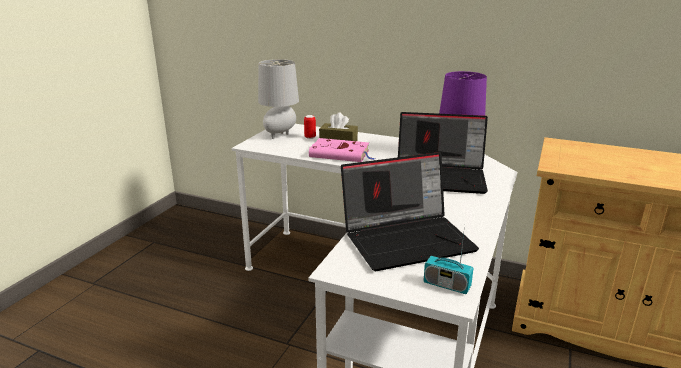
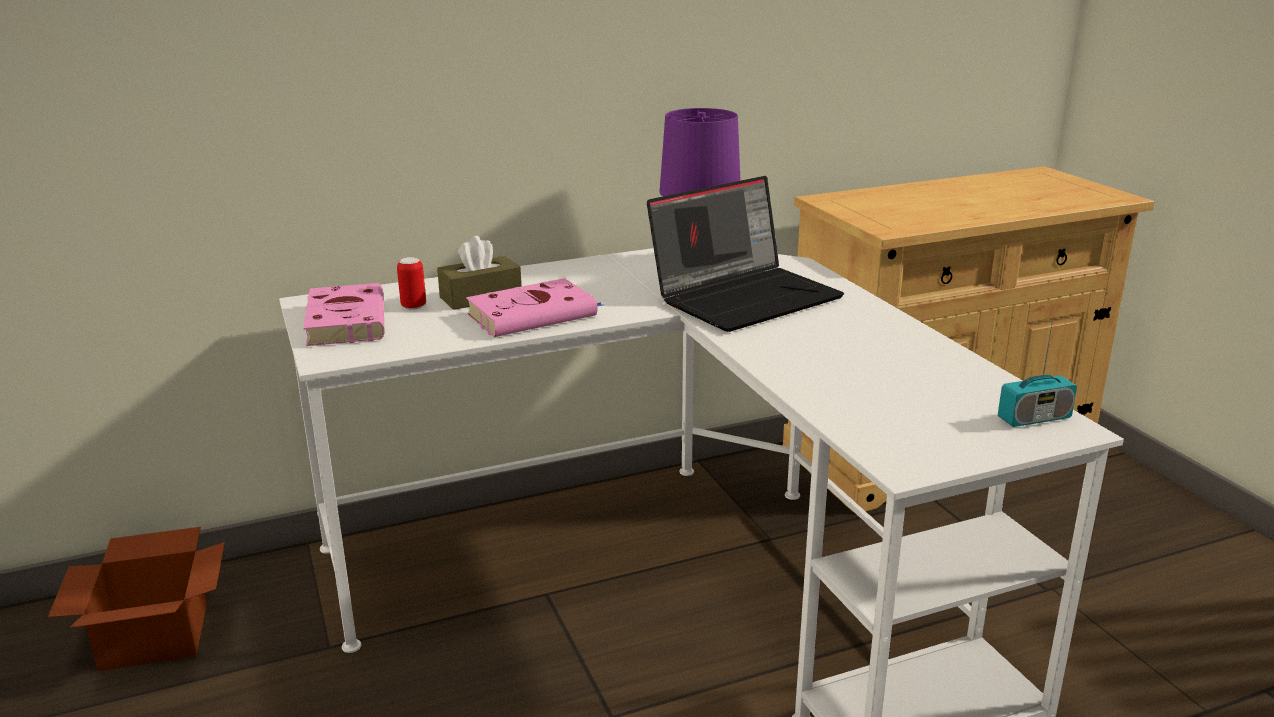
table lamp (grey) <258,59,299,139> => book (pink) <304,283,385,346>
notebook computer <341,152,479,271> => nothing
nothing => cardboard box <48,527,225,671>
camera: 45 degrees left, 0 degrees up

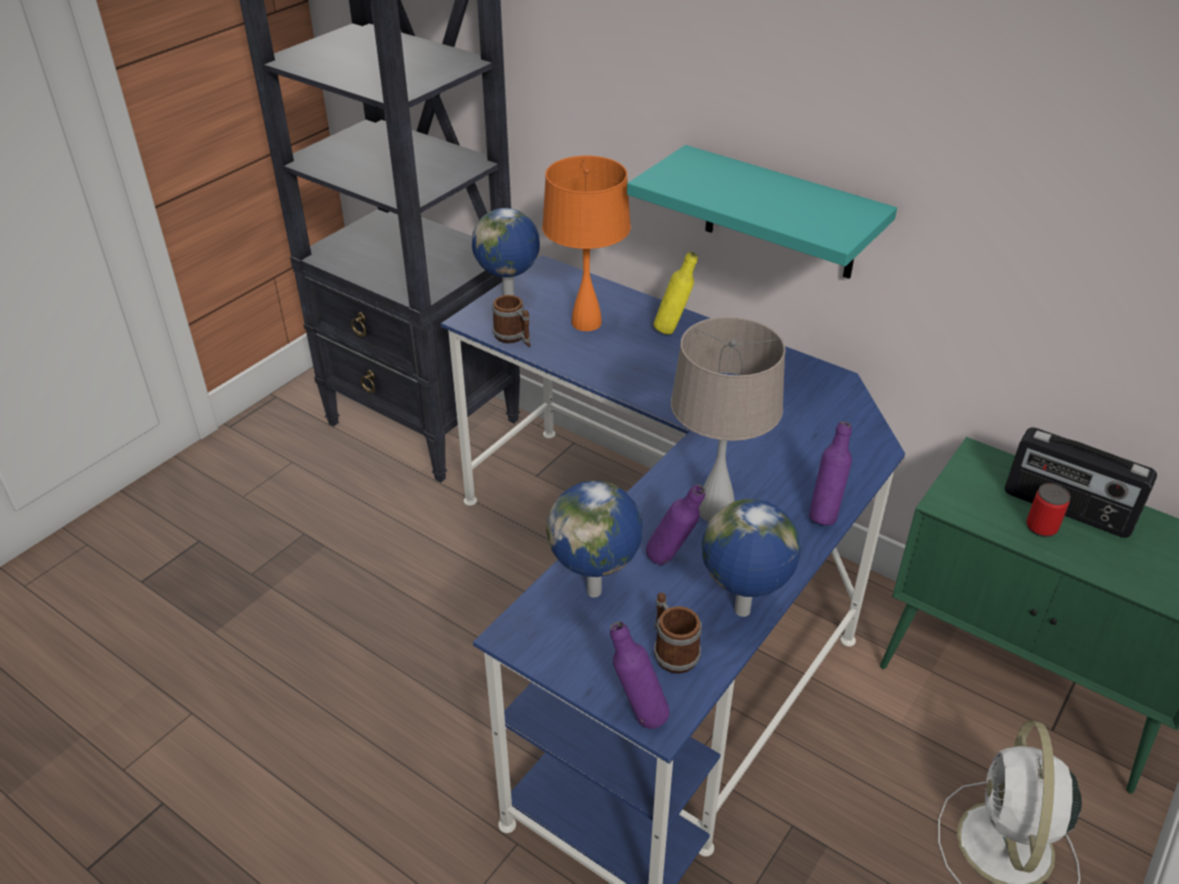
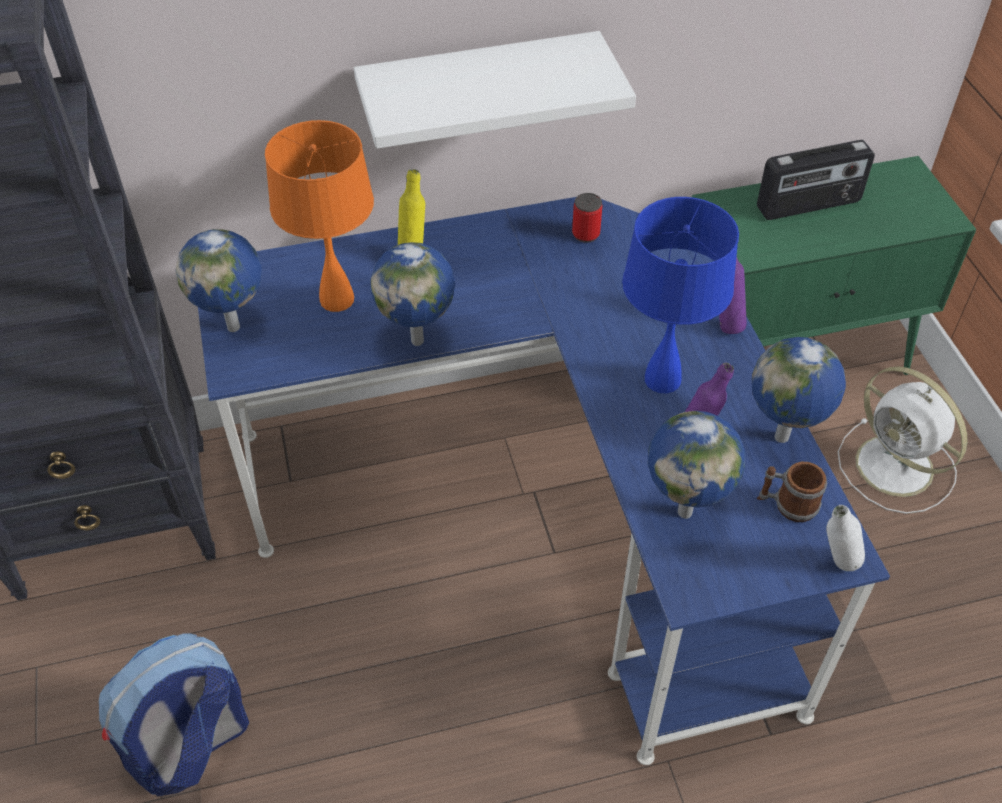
mug <492,295,531,347> => nothing
drink bottle (purple-coloured) <610,622,669,729> => drink bottle (whitish) <826,505,865,571>
shelf (turquoise-coloured) <627,145,897,279> => shelf (whitish) <354,31,636,149>
table lamp (beige) <671,317,786,522> => table lamp (blue-coloured) <622,197,739,394>
sealed can <1026,483,1070,537> => sealed can <572,193,603,243>, shifted
nothing => knapsack <99,633,249,797>
nothing => world globe <370,242,455,346>
camera: 50 degrees left, 10 degrees up

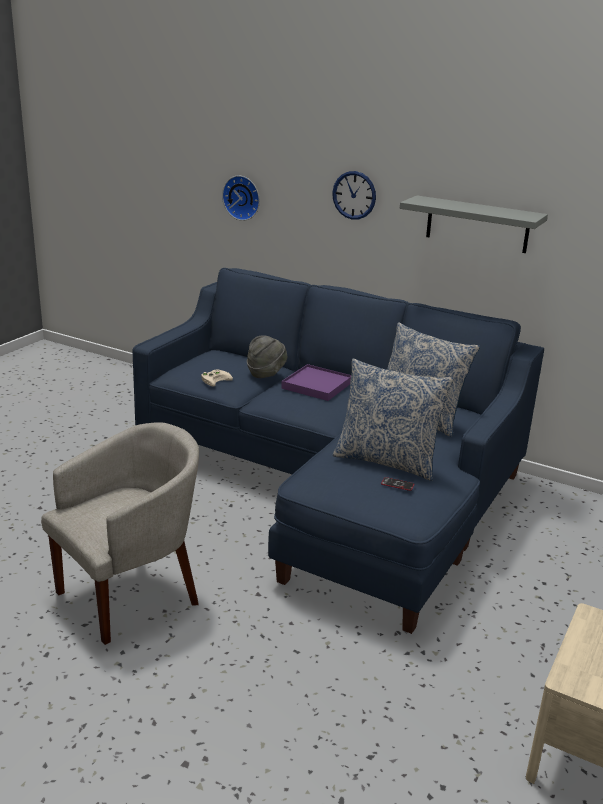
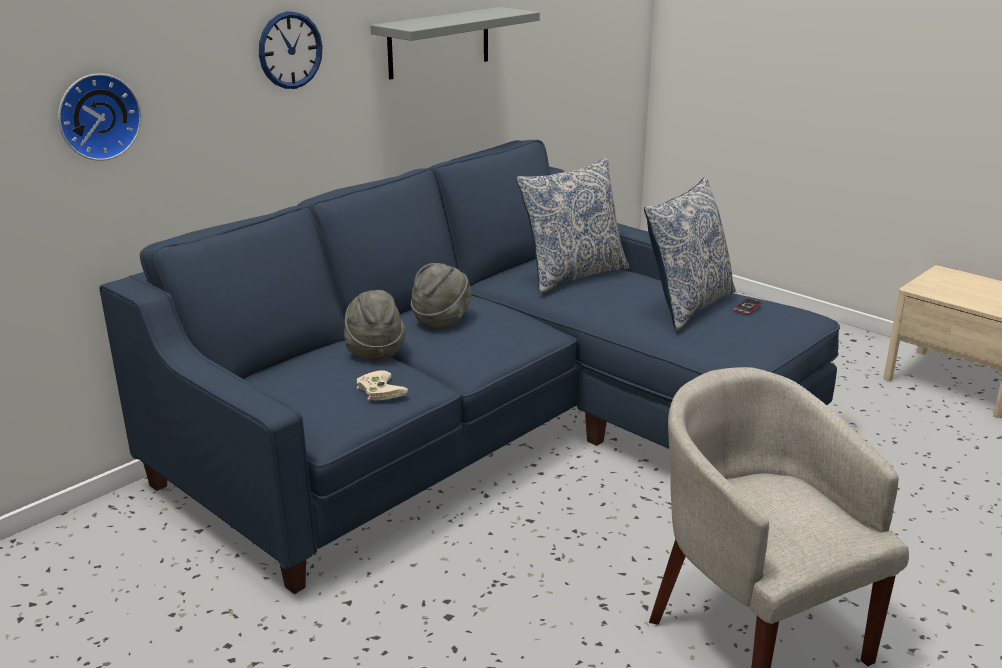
serving tray (purple-coloured) <281,364,351,401> => hat (grey) <411,263,472,329>
camera: 75 degrees left, 0 degrees up

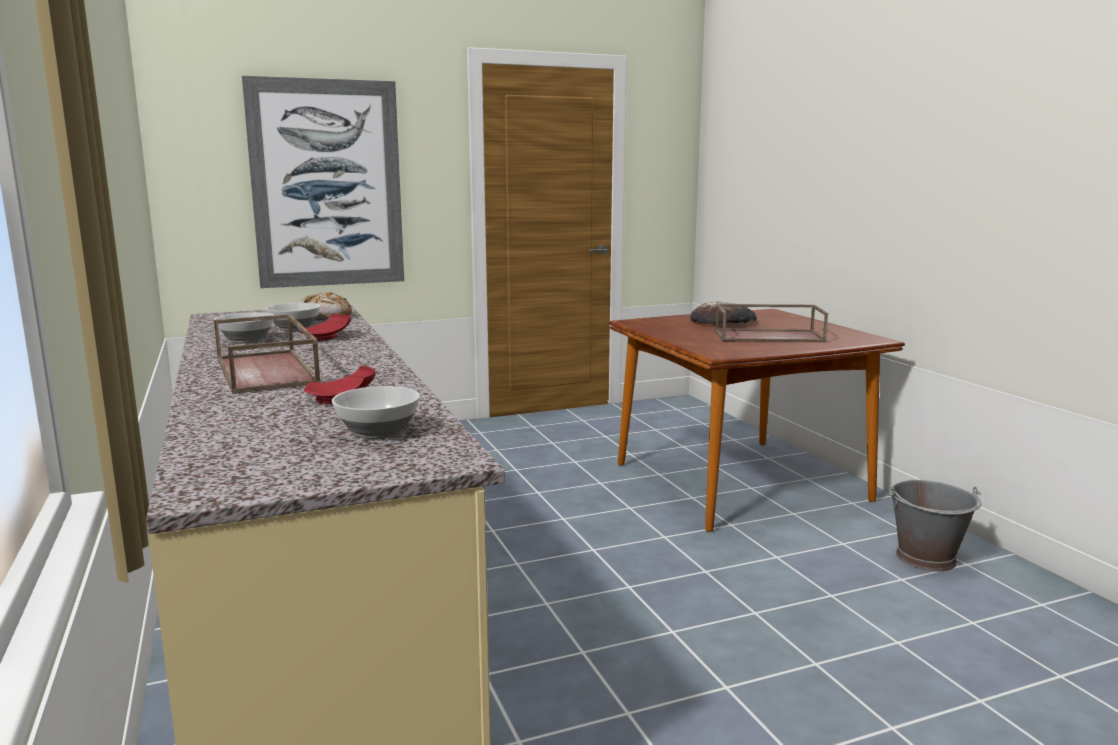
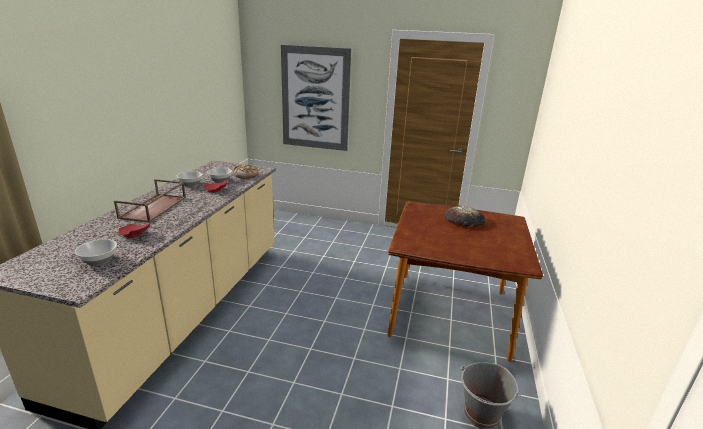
serving tray (brown) <715,304,828,342> => nothing
camera: 35 degrees right, 10 degrees up

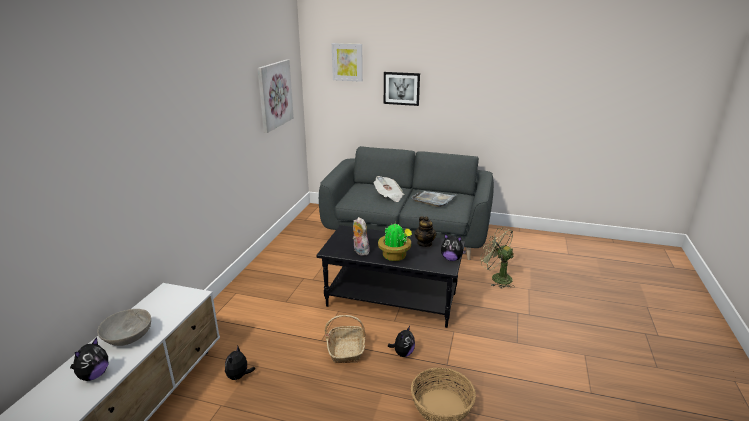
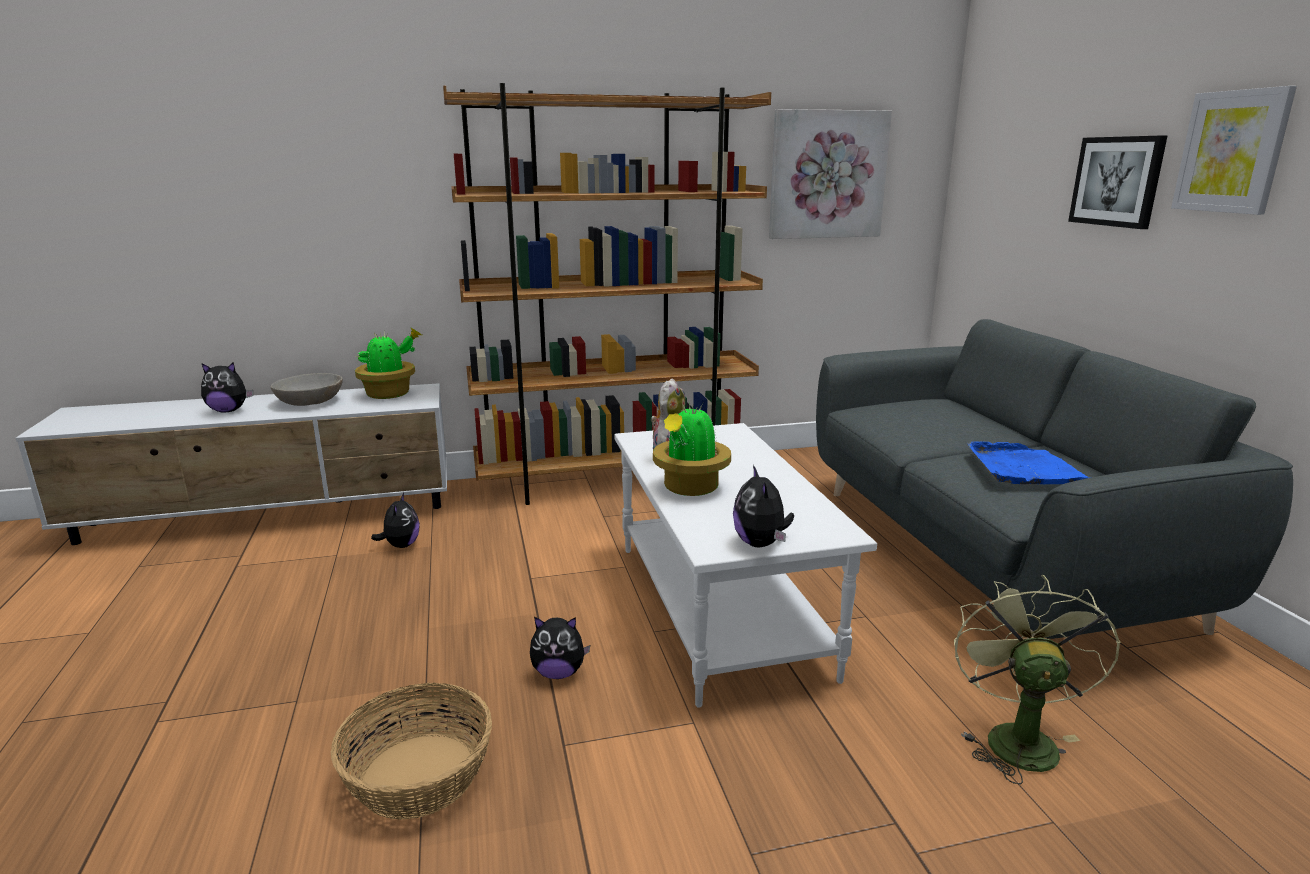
plush toy <225,346,255,380> => plush toy <371,493,420,548>, 105 degrees clockwise
low table (black-coloured) <316,225,465,328> => low table (whitish) <614,423,877,708>
basket <325,315,366,363> => nothing
picture <332,43,363,82> => picture <1171,86,1297,215>, shifted
newspaper <374,176,404,202> => nothing
serving tray (grey) <411,191,456,207> => serving tray (blue-coloured) <968,441,1092,484>
tea pot <414,216,437,247> => nothing
nothing => plant in a pot <355,328,422,399>
nothing => bookcase (brown) <443,83,771,505>
camera: 60 degrees right, 5 degrees down

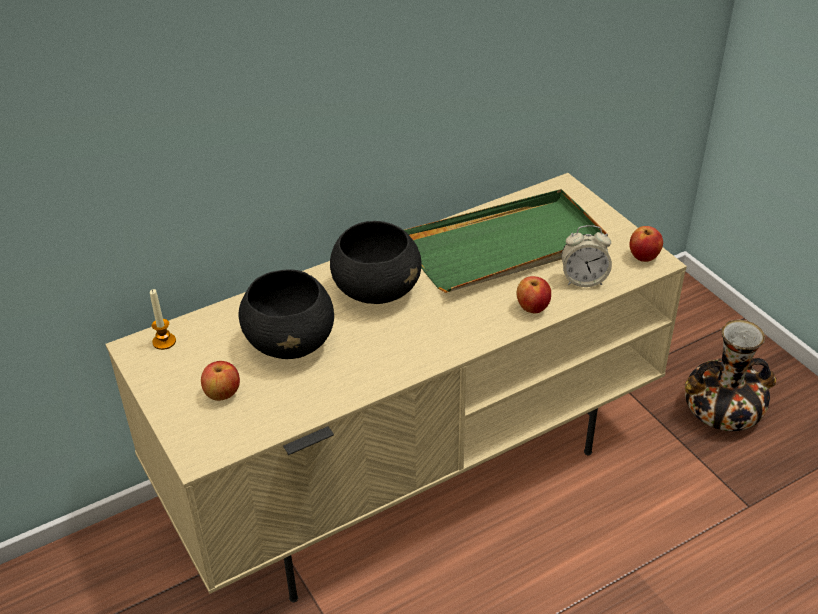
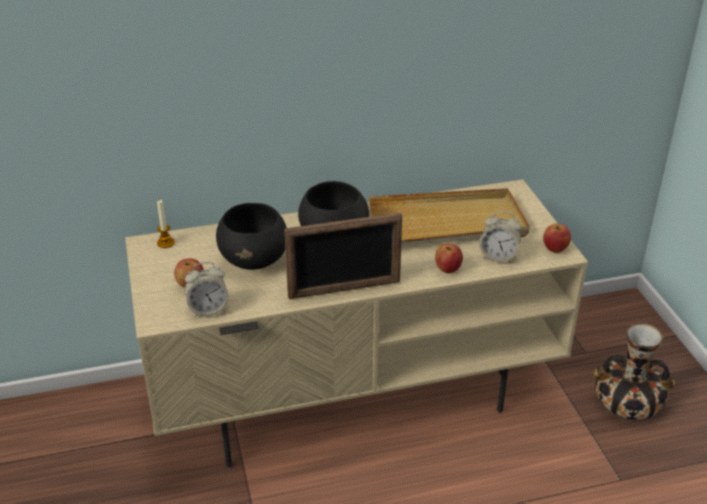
serving tray (greenish) <404,189,608,293> => serving tray (beige) <369,188,530,245>
nothing => bedside clock <185,262,229,317>
nothing => picture frame <284,212,402,299>
camera: 15 degrees right, 5 degrees down

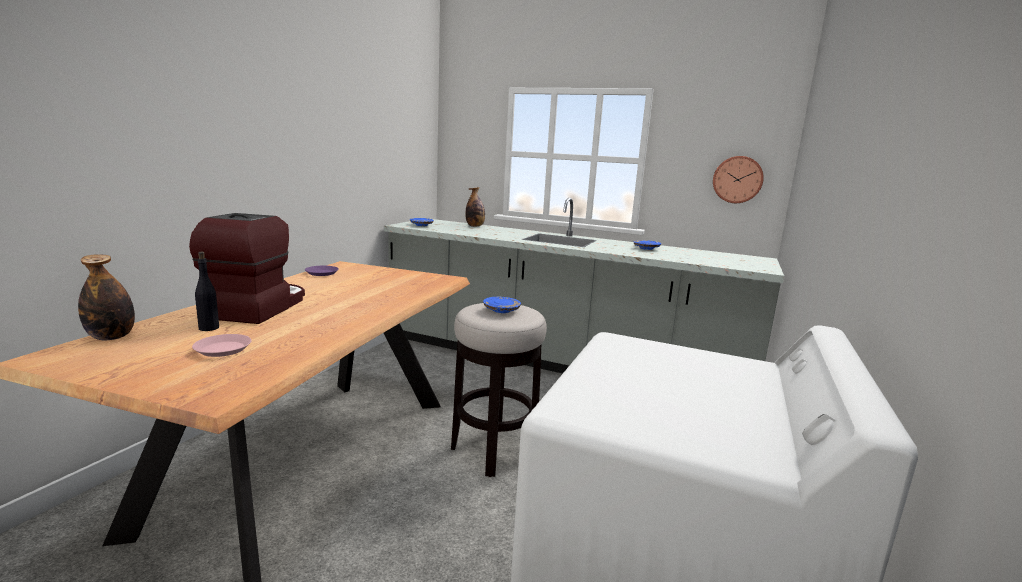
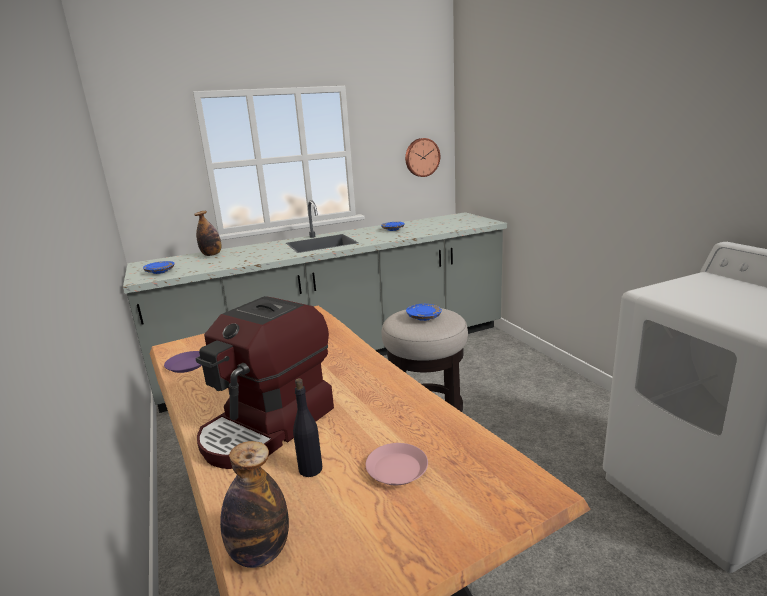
coffee machine <189,213,305,324> => coffee machine <195,296,334,469>, 105 degrees counterclockwise
camera: 45 degrees left, 5 degrees up

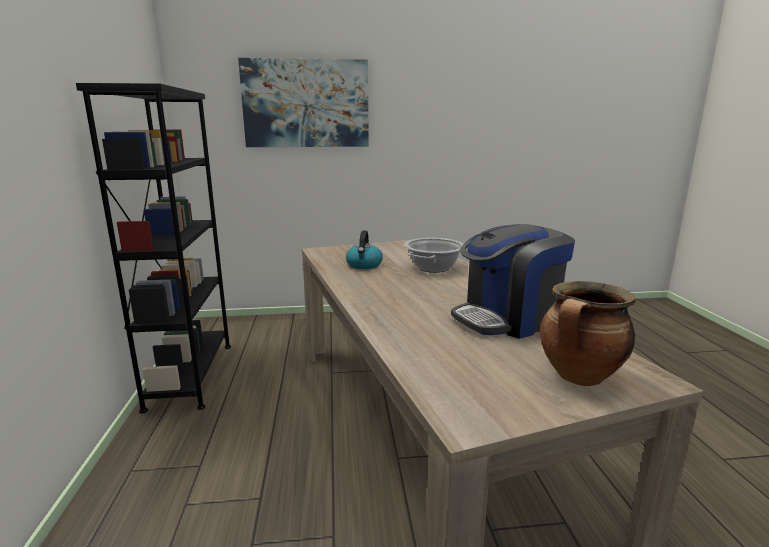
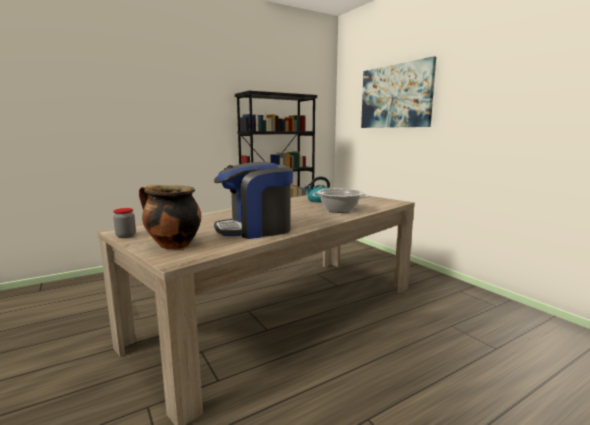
coffee machine <451,224,575,339> => coffee machine <214,162,293,239>, 60 degrees counterclockwise
nothing => preserve jar <113,208,136,238>
camera: 65 degrees right, 5 degrees down

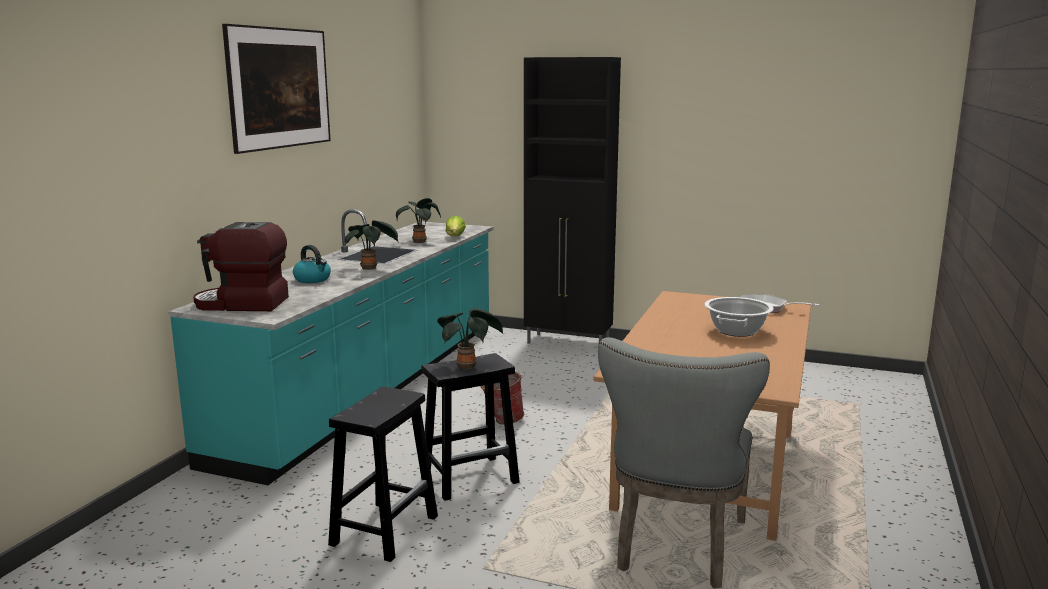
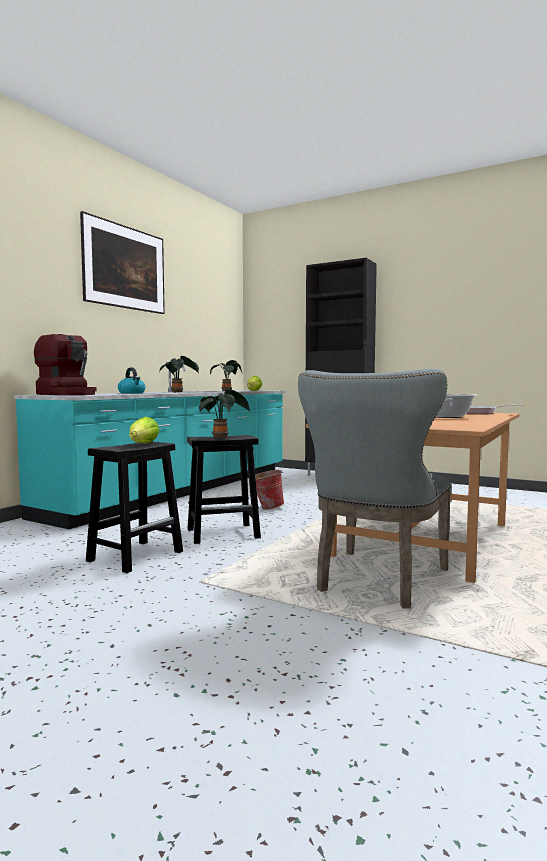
coffee machine <193,222,289,311> => coffee machine <34,334,97,395>, 150 degrees counterclockwise
nothing => head of lettuce <129,417,159,443>
camera: 10 degrees right, 10 degrees down

